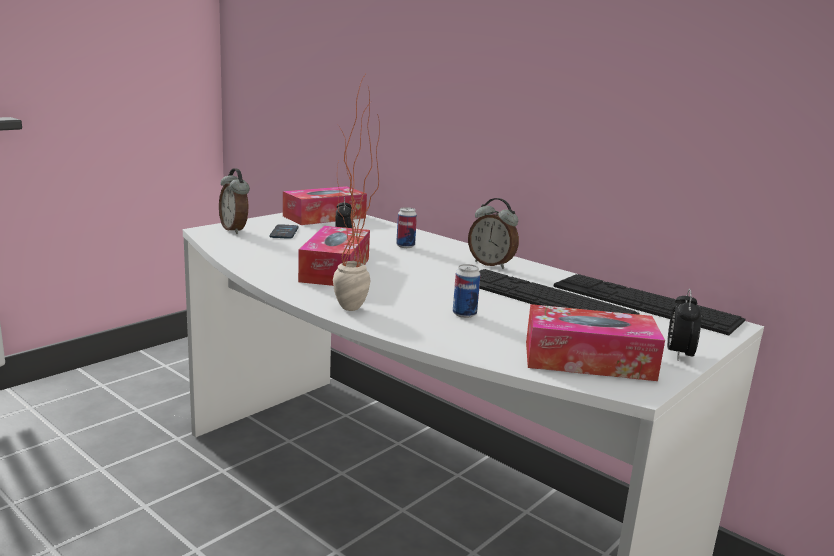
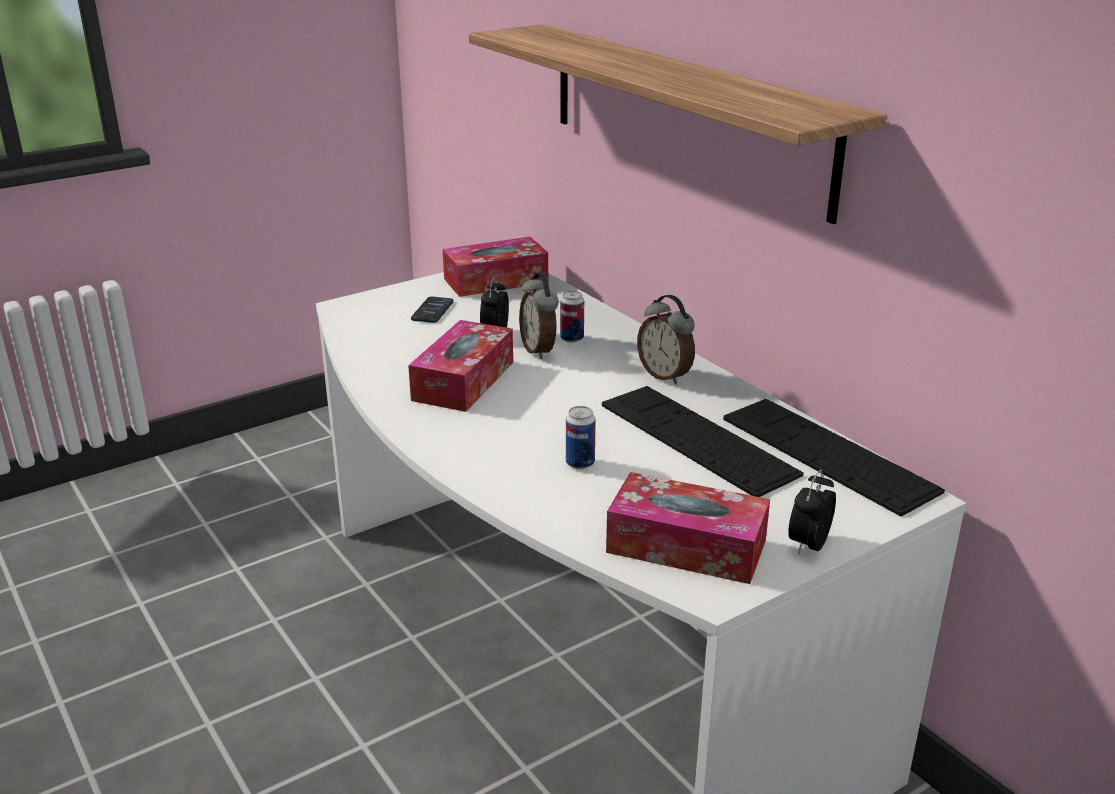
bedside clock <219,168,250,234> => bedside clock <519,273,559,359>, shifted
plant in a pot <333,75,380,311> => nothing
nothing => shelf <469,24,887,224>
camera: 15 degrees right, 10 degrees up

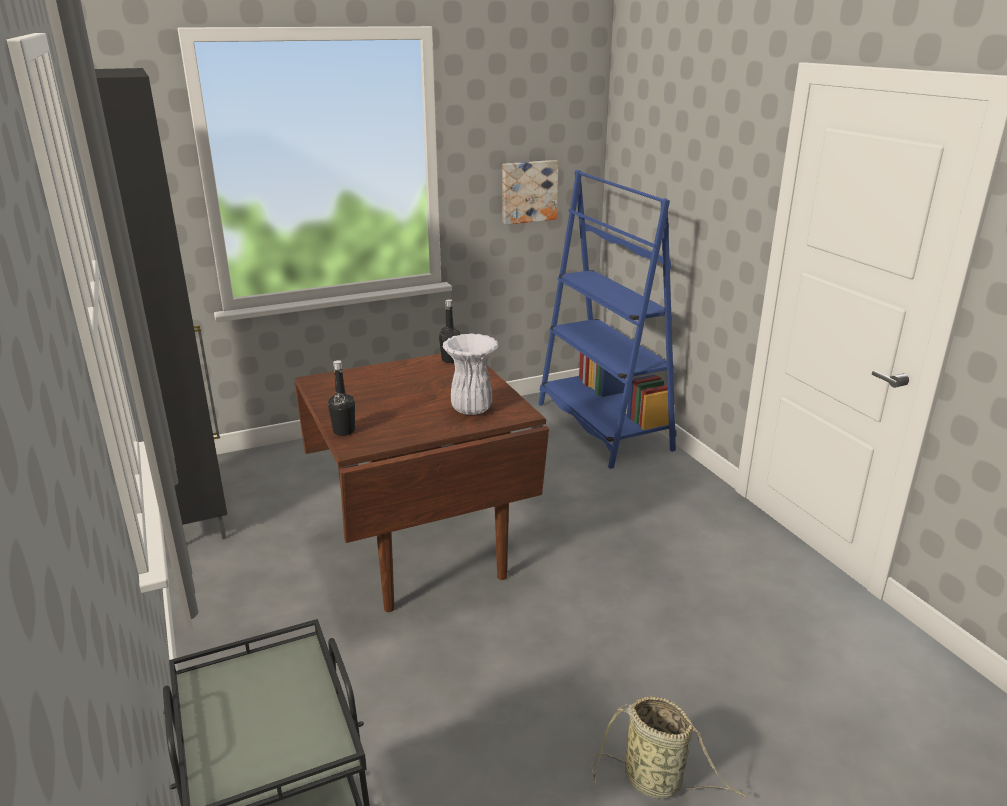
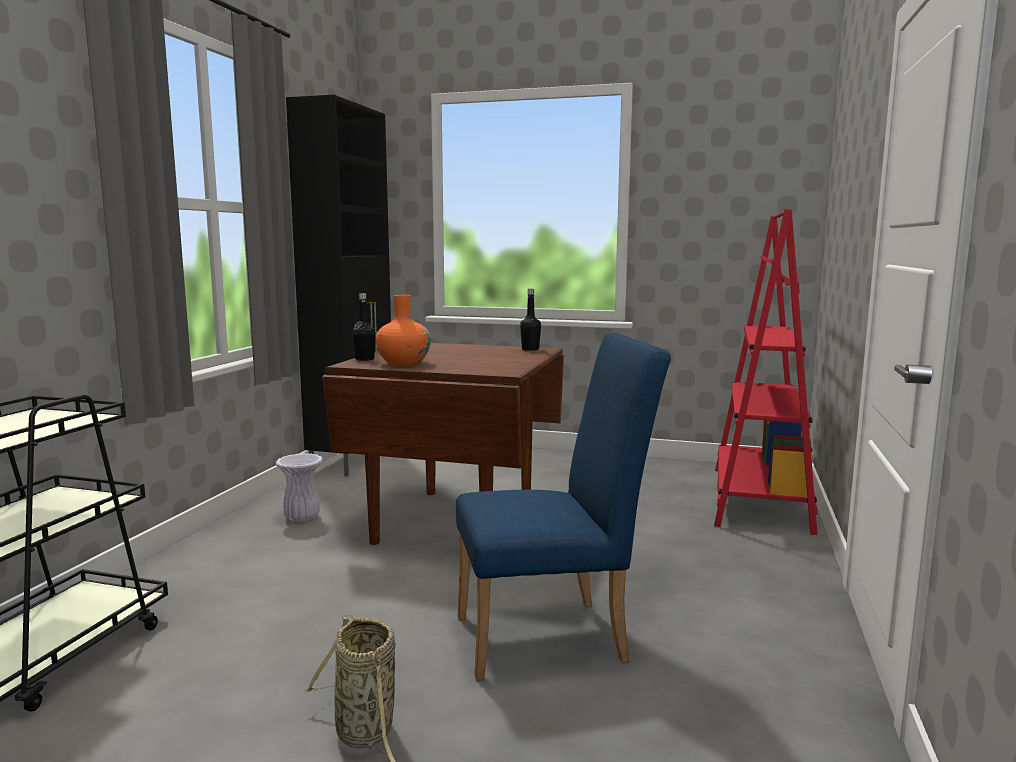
decorative vase (whitish) <443,333,498,415> => decorative vase (whitish) <275,453,323,522>, shifted
picture <503,160,558,225> => nothing
bookcase (blue-coloured) <538,170,677,469> => bookcase (red) <714,209,817,535>
nothing => decorative vase (orange-coloured) <376,295,431,366>
nothing => upright chair (blue-coloured) <456,333,671,681>
camera: 40 degrees right, 15 degrees down

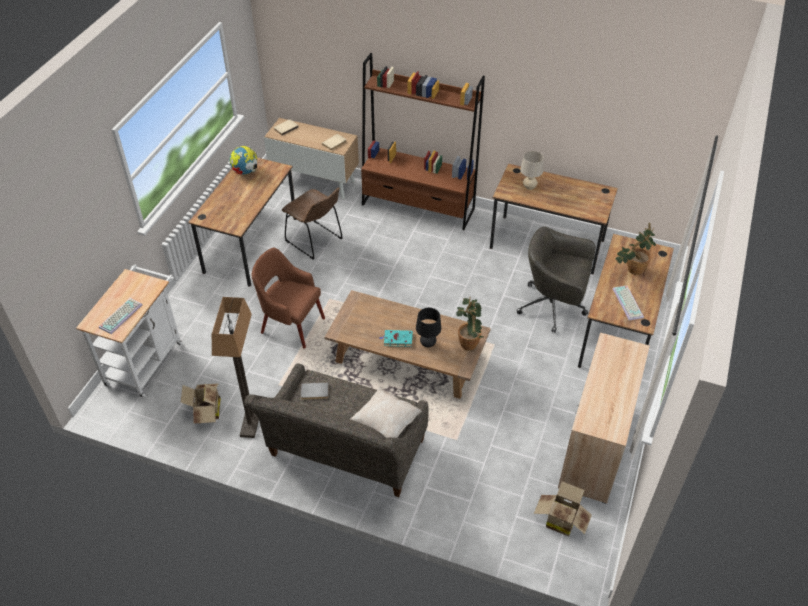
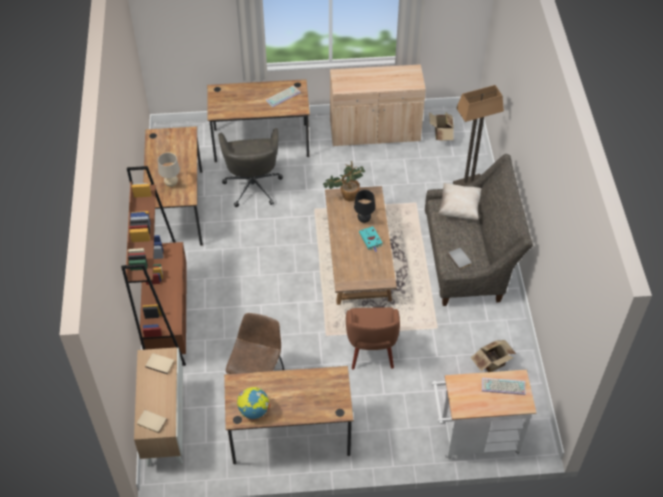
standard lamp <212,297,259,438> => standard lamp <453,85,504,186>, shifted
plant in a pot <615,223,656,275> => nothing
camera: 115 degrees left, 5 degrees up

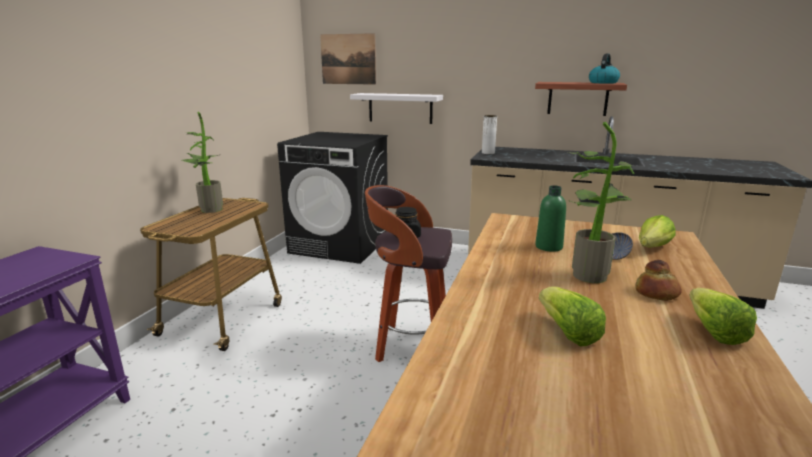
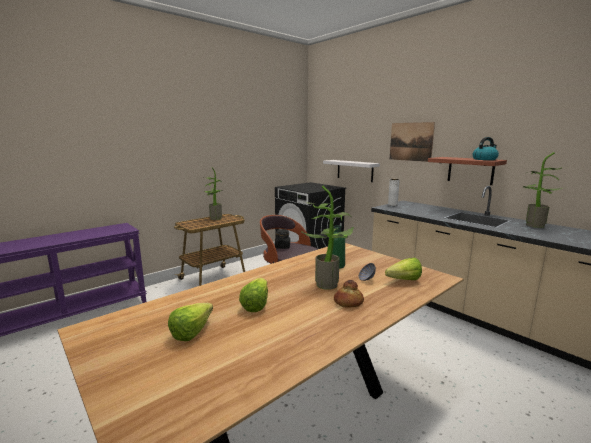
picture <320,33,376,85> => picture <390,122,435,162>, shifted
head of lettuce <689,288,757,345> => head of lettuce <168,303,213,341>, shifted
nothing => plant in a pot <524,152,569,228>
camera: 30 degrees right, 5 degrees down

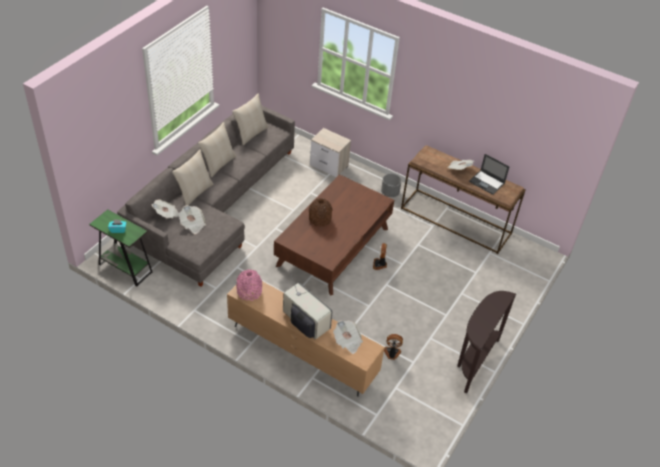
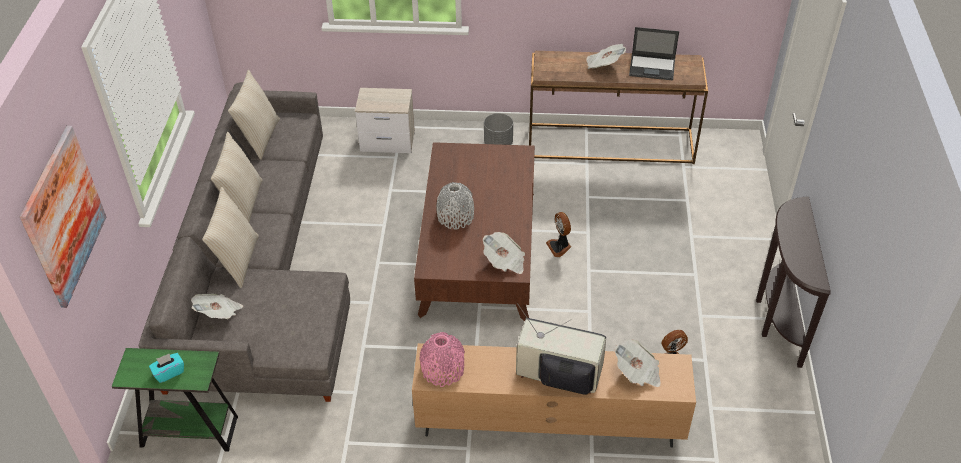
newspaper <179,205,206,234> => newspaper <483,232,525,274>, shifted
decorative vase (brown) <309,198,333,227> => decorative vase (grey) <436,182,474,230>
nothing => picture <20,126,106,308>
camera: 25 degrees left, 0 degrees up

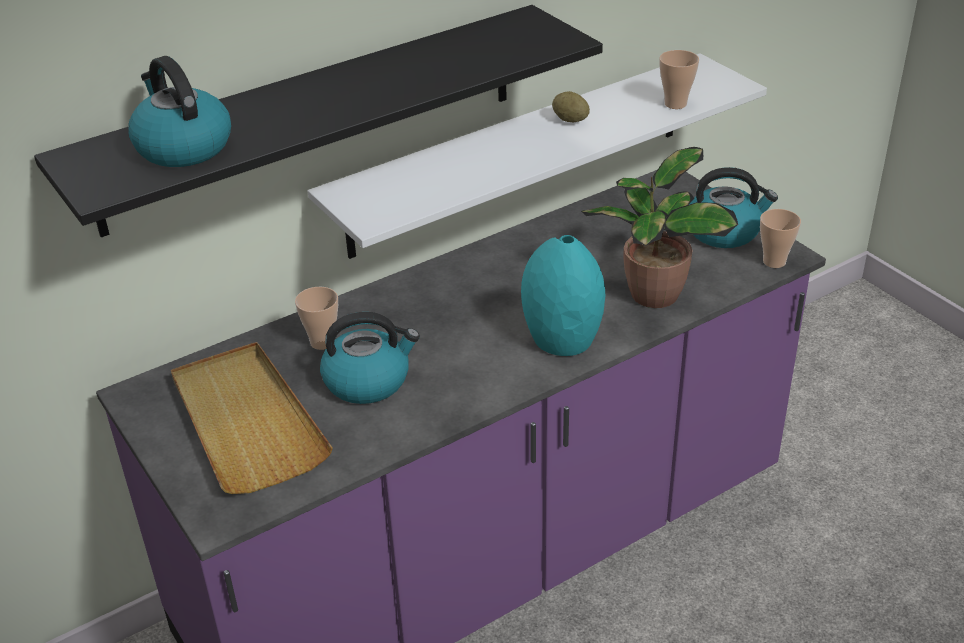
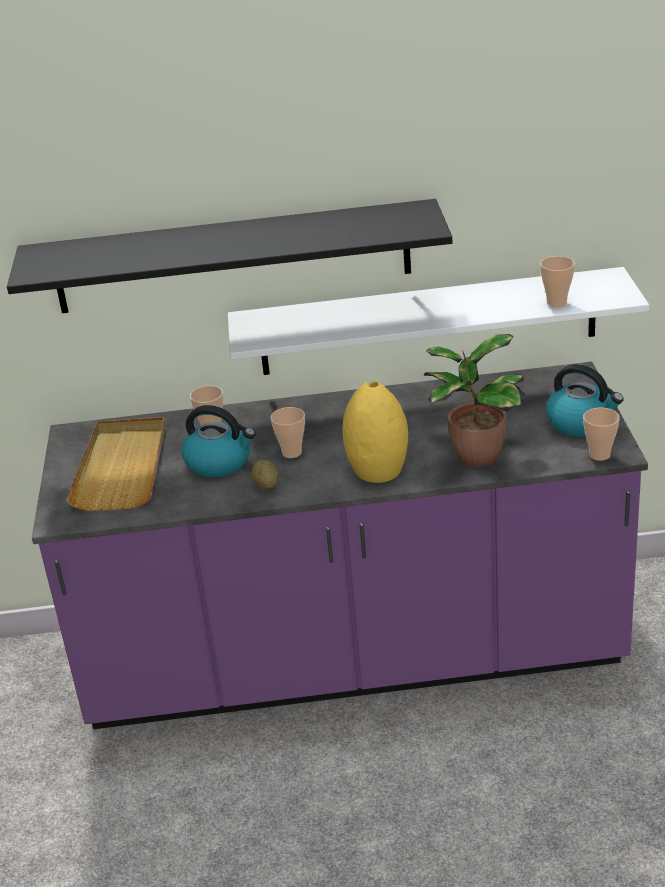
tea kettle <128,56,231,167> => nothing
decorative vase (turquoise-coloured) <521,235,605,356> => decorative vase (yellowish) <342,381,408,483>
whole potato <552,91,590,122> => whole potato <251,460,279,489>, shifted
nothing => small cup <271,407,305,458>
camera: 30 degrees right, 5 degrees down

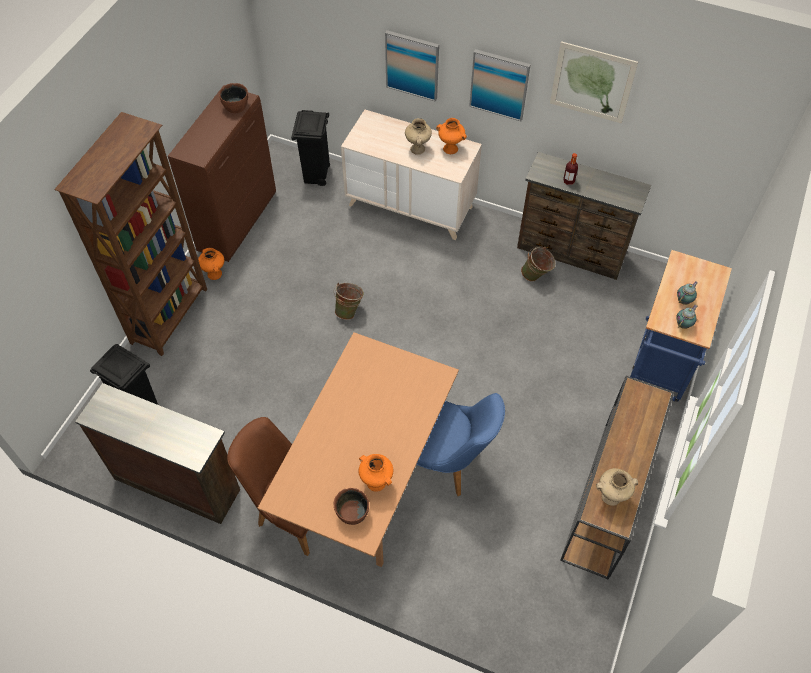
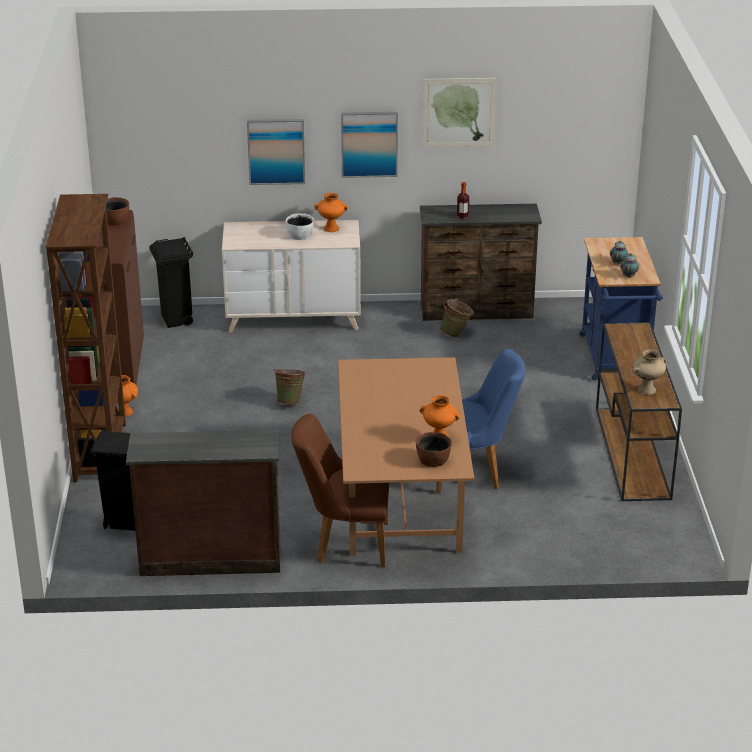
decorative vase (beige) <405,118,432,155> => serving bowl (whitish) <286,213,314,240>
camera: 25 degrees left, 25 degrees down

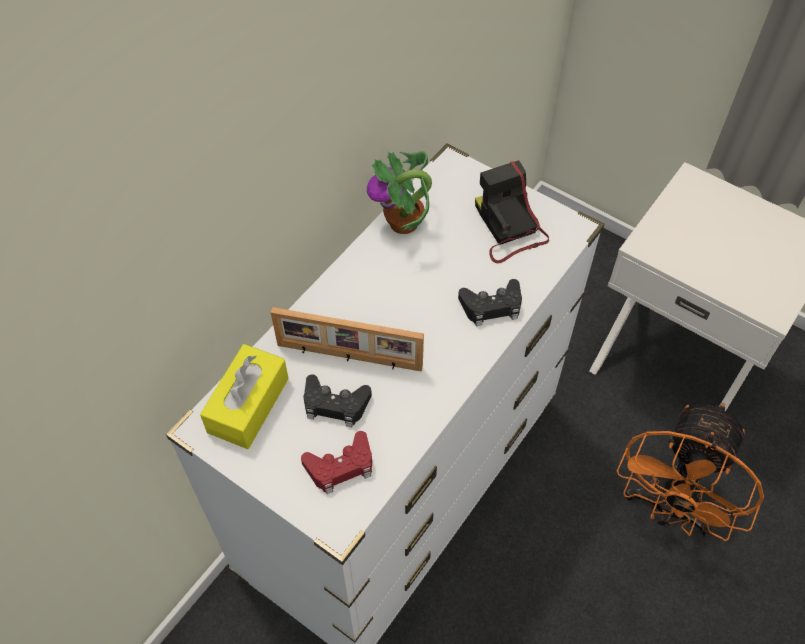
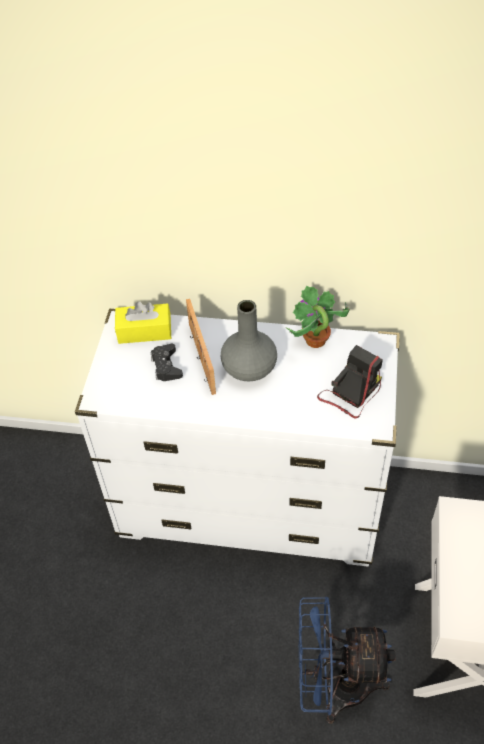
joypad (red) <301,431,372,494> => nothing
joypad (black-coloured) <458,279,522,326> => nothing
electric fan (orange-coloured) <617,403,764,541> => electric fan (blue-coloured) <299,597,396,724>
nothing => decorative vase (grey) <221,300,277,382>
camera: 65 degrees right, 5 degrees down

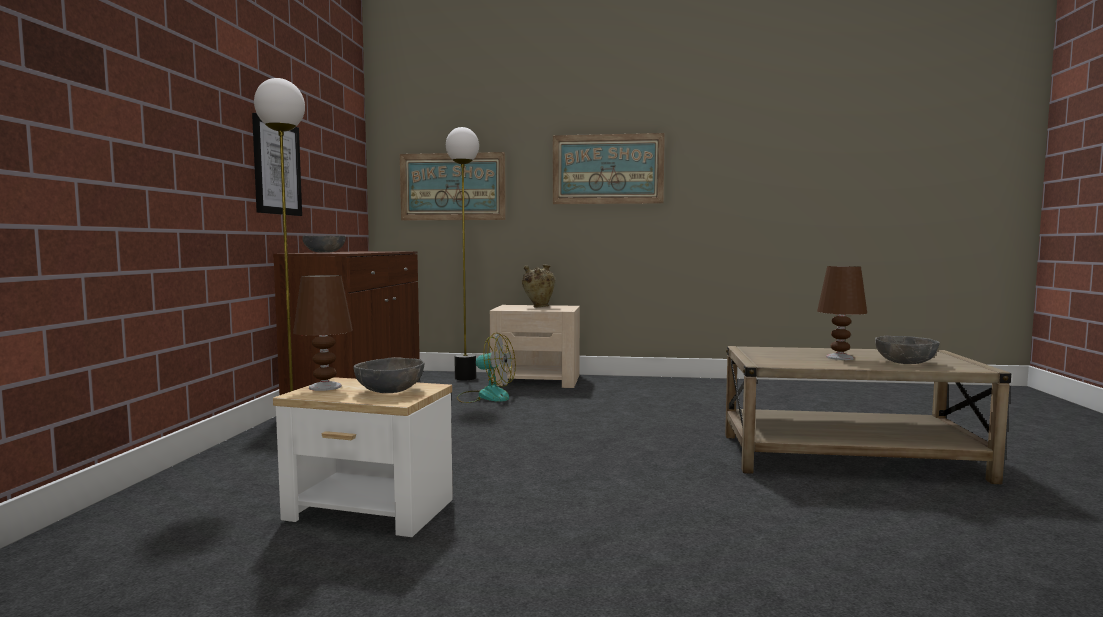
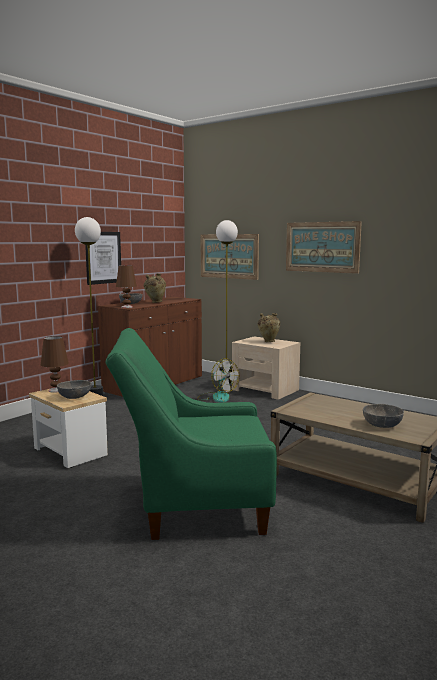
table lamp (brown) <817,266,867,360> => table lamp (brown) <116,265,137,308>, shifted
nothing => lounge chair (greenish) <106,328,277,540>
nothing => decorative vase (beige) <144,273,166,303>
camera: 30 degrees right, 5 degrees up

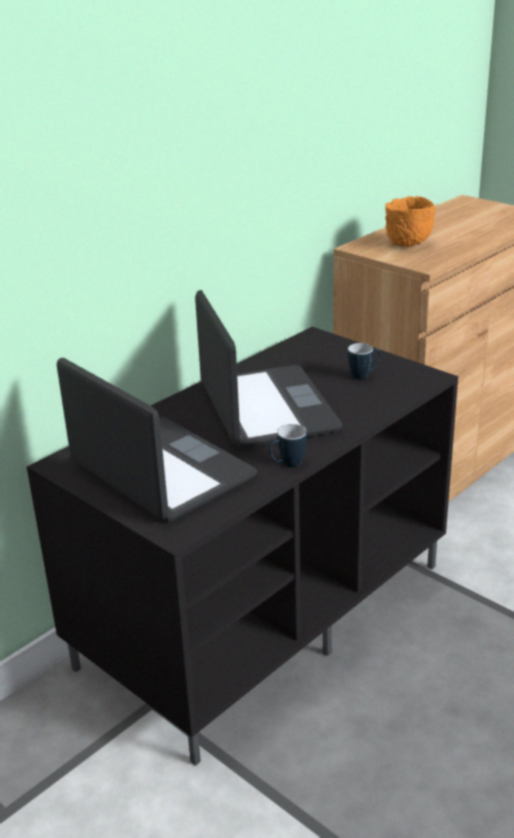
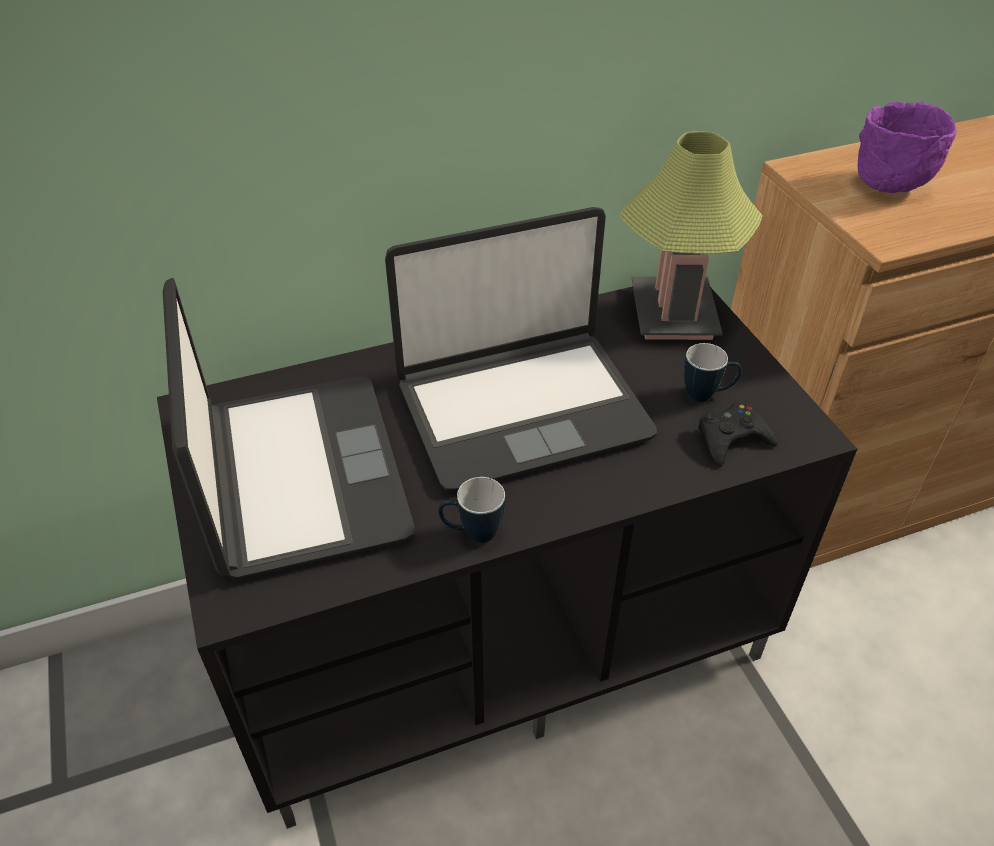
notebook computer <195,290,342,448> => notebook computer <385,207,657,492>, 60 degrees clockwise
serving bowl (orange-coloured) <385,196,435,247> => serving bowl (purple-coloured) <858,101,957,193>
nothing => table lamp <619,131,763,340>
nothing => joypad (black-coloured) <698,403,778,467>
camera: 25 degrees right, 15 degrees up

